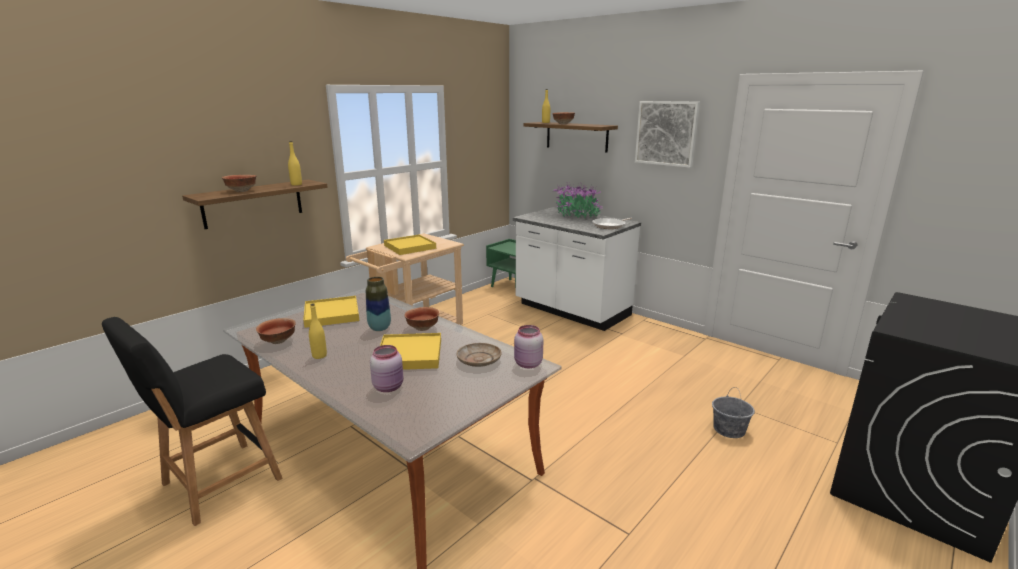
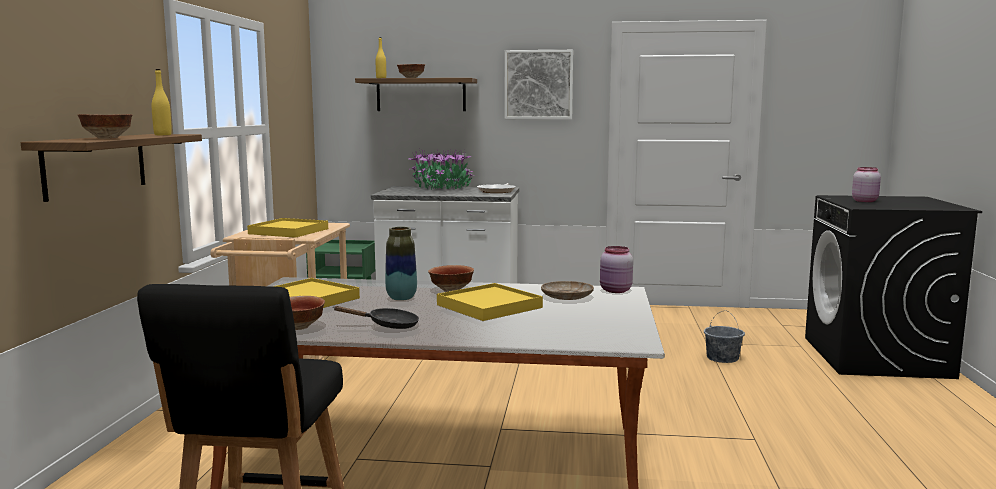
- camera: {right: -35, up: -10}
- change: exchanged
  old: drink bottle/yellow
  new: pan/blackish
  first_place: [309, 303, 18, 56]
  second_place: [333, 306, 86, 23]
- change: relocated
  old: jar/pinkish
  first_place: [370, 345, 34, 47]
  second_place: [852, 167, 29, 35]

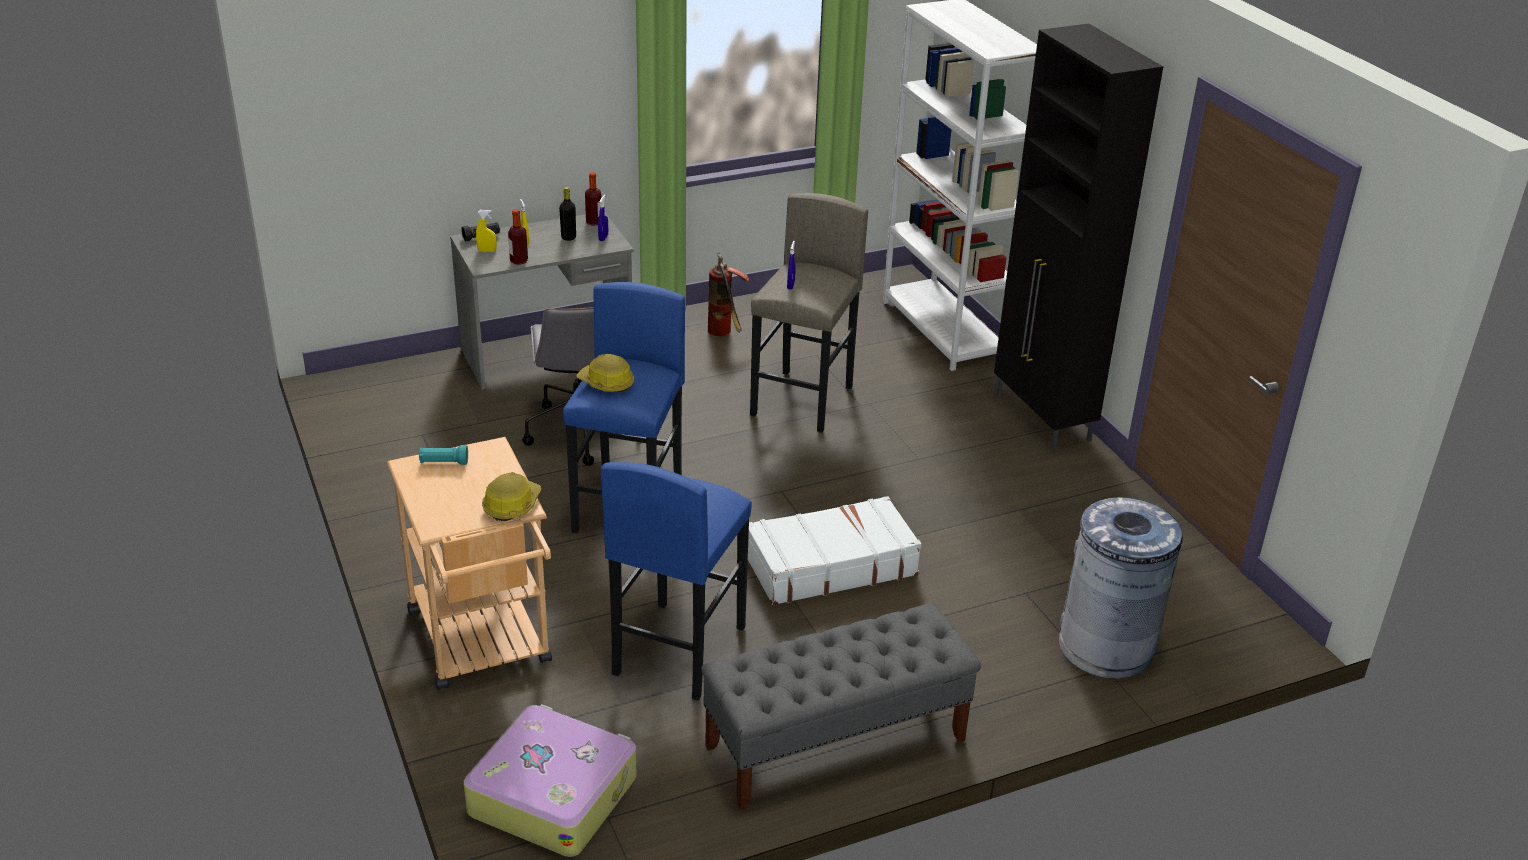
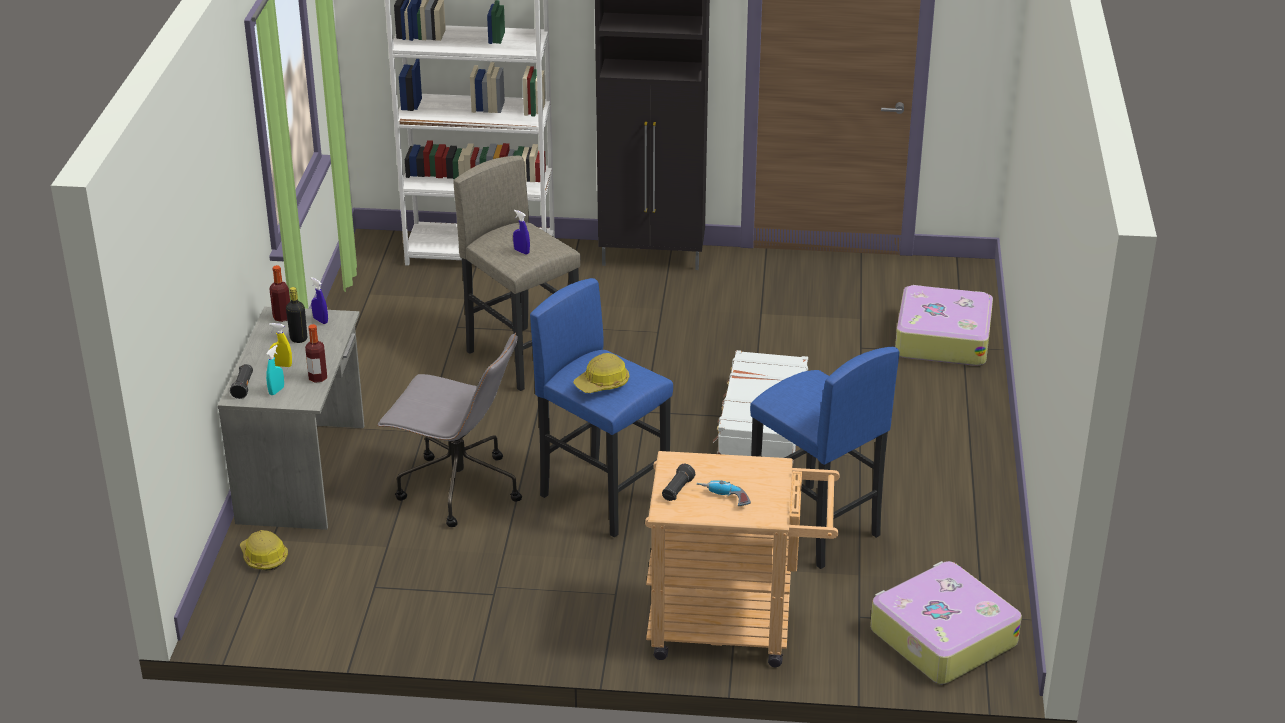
- camera: {right: -60, up: 0}
- change: colour
  old: torch/blue-green
  new: torch/blackish
  first_place: [419, 445, 49, 20]
  second_place: [662, 464, 33, 37]
- change: colour
  old: spray bottle/yellow
  new: spray bottle/blue-green
  first_place: [476, 210, 21, 42]
  second_place: [266, 345, 18, 50]
- change: relocated
  old: hard hat
  first_place: [482, 472, 59, 49]
  second_place: [240, 530, 48, 41]
- change: missing
  old: bench/gray
  first_place: [701, 603, 280, 207]
- change: missing
  old: extinguisher
  first_place: [708, 252, 41, 84]
- change: exchanged
  old: waste bin/gray
  new: suitcase
  first_place: [1059, 497, 124, 182]
  second_place: [895, 285, 98, 81]
- change: appeared
  new: electric drill
  second_place: [697, 480, 54, 26]

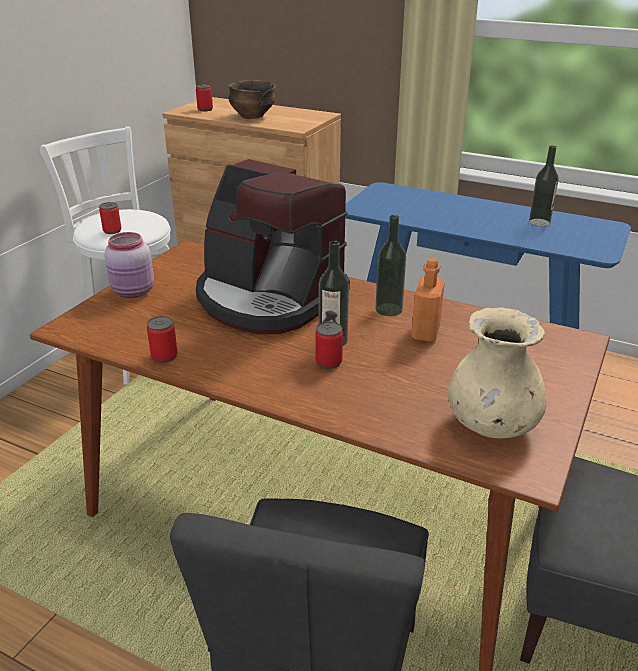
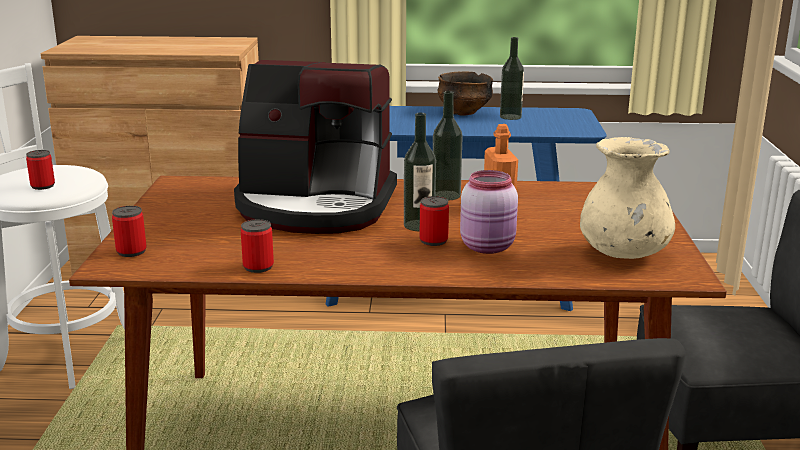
- camera: {right: -25, up: -10}
- change: relocated
  old: jar/pinkish
  first_place: [104, 232, 50, 66]
  second_place: [460, 170, 58, 84]
- change: relocated
  old: metal can
  first_place: [196, 84, 17, 27]
  second_place: [112, 206, 35, 51]
- change: relocated
  old: deep dish
  first_place: [228, 80, 48, 39]
  second_place: [437, 71, 56, 44]

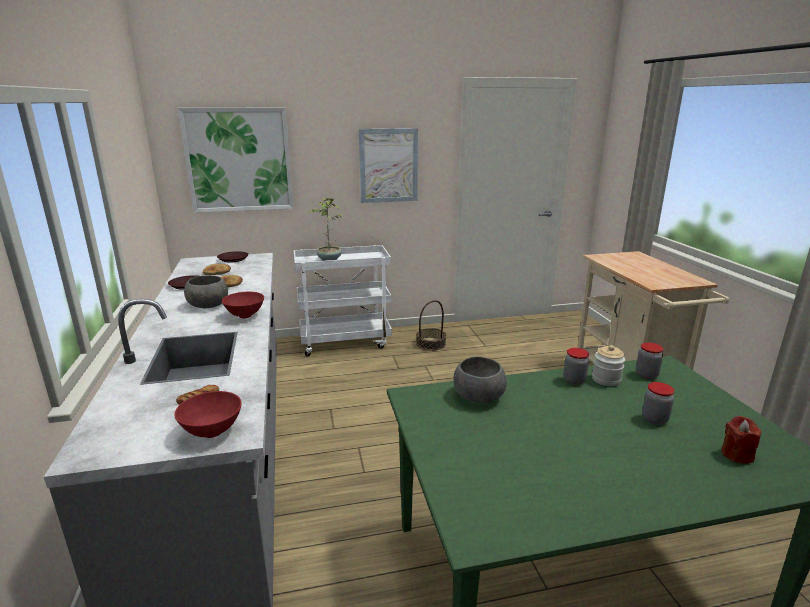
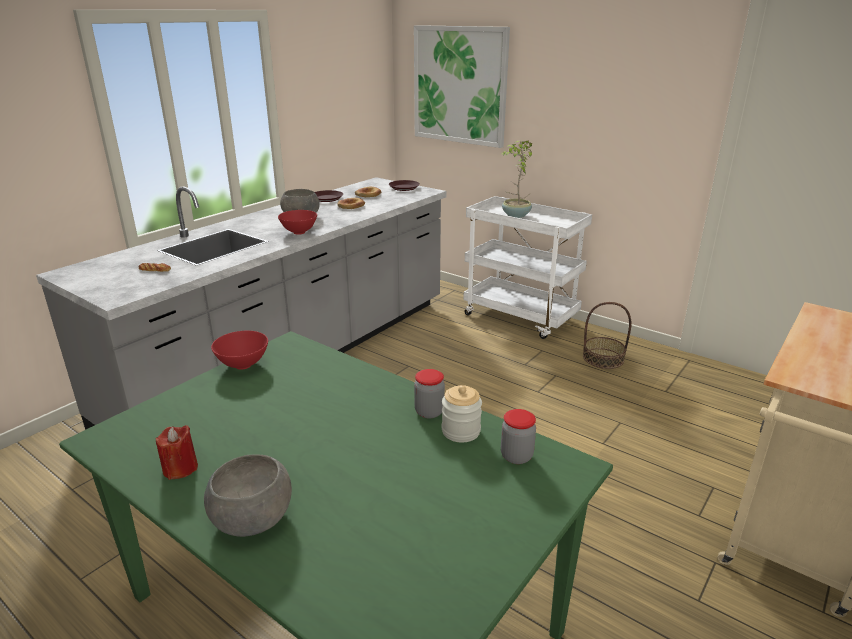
- camera: {right: 50, up: 5}
- change: relocated
  old: deep dish/red
  first_place: [174, 391, 68, 47]
  second_place: [211, 331, 57, 39]
- change: missing
  old: picture
  first_place: [359, 128, 59, 75]
- change: relocated
  old: deep dish/gray
  first_place: [454, 357, 53, 46]
  second_place: [204, 454, 88, 83]
- change: missing
  old: jar
  first_place: [642, 382, 33, 43]
- change: relocated
  old: candle/red
  first_place: [721, 416, 40, 48]
  second_place: [156, 425, 42, 55]

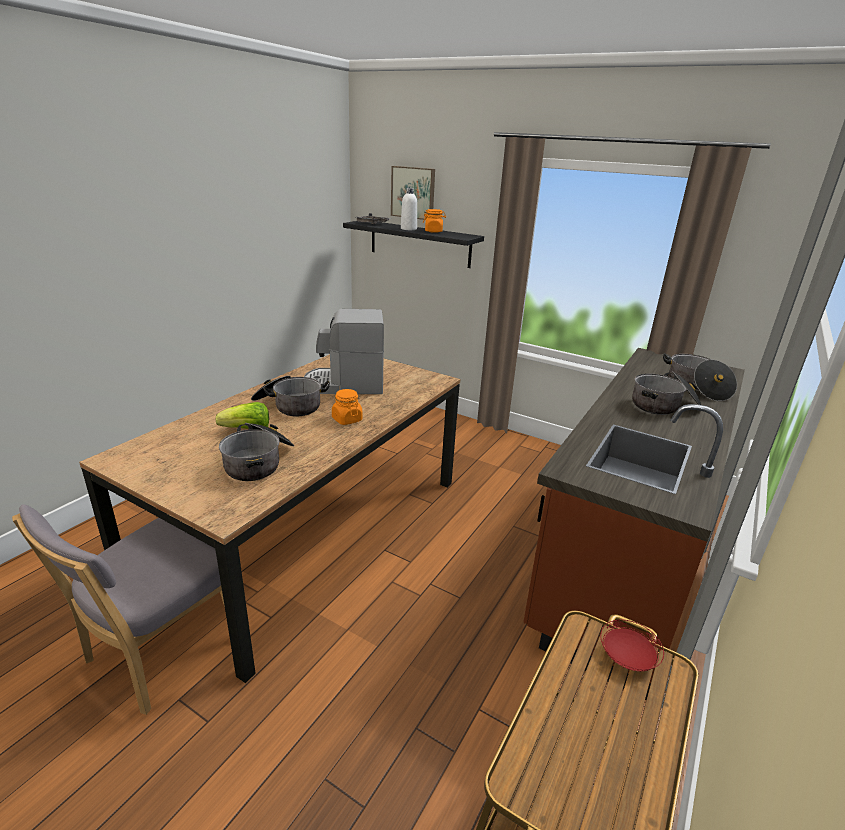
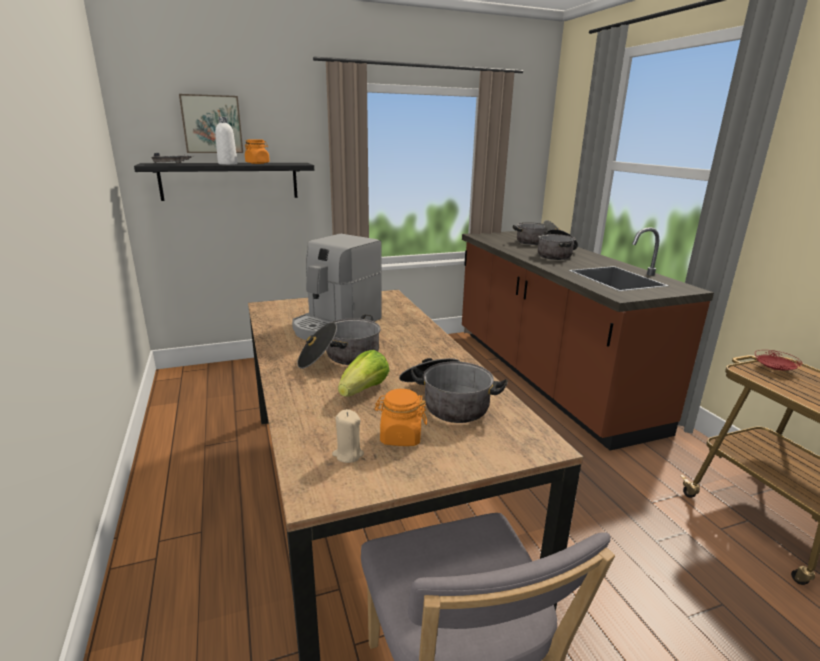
- camera: {right: -50, up: -5}
- change: relocated
  old: jar/orange
  first_place: [332, 389, 31, 36]
  second_place: [374, 389, 53, 57]
- change: appeared
  new: candle/beige-coloured
  second_place: [332, 409, 32, 54]

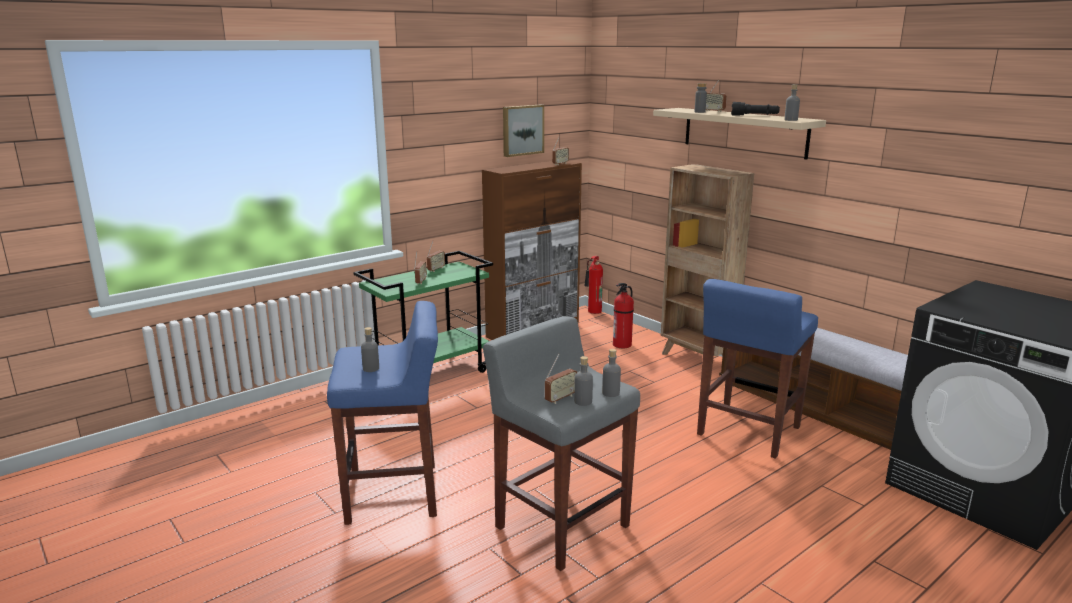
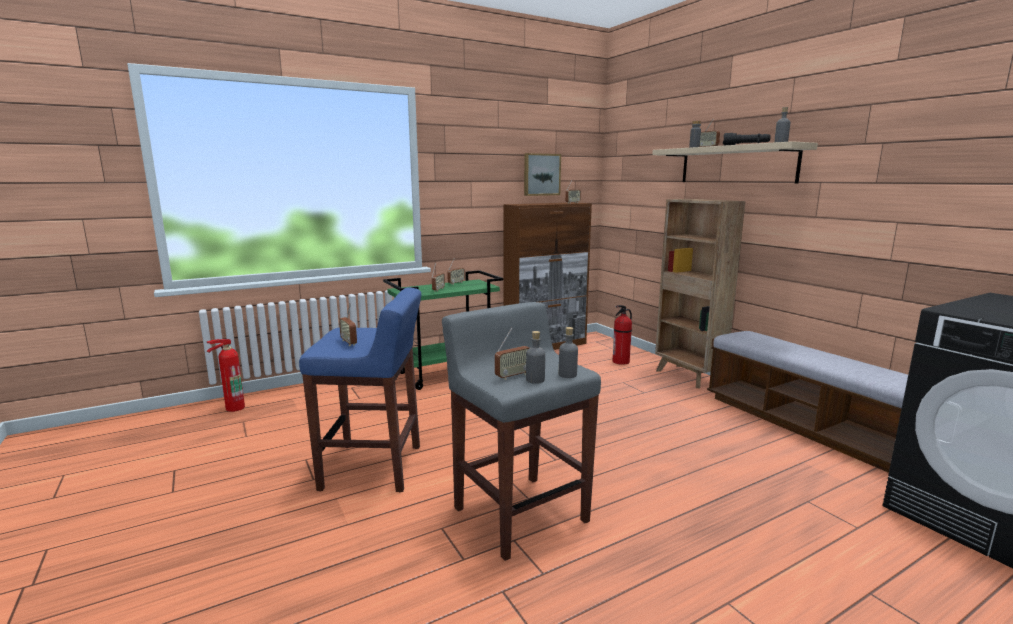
- camera: {right: 10, up: -5}
- change: exchanged
  old: drink bottle/gray
  new: radio receiver
  first_place: [361, 327, 18, 45]
  second_place: [339, 303, 18, 43]
- change: relocated
  old: extinguisher
  first_place: [584, 256, 19, 58]
  second_place: [207, 339, 38, 73]
- change: missing
  old: stool seat/blue-coloured
  first_place: [697, 279, 121, 180]

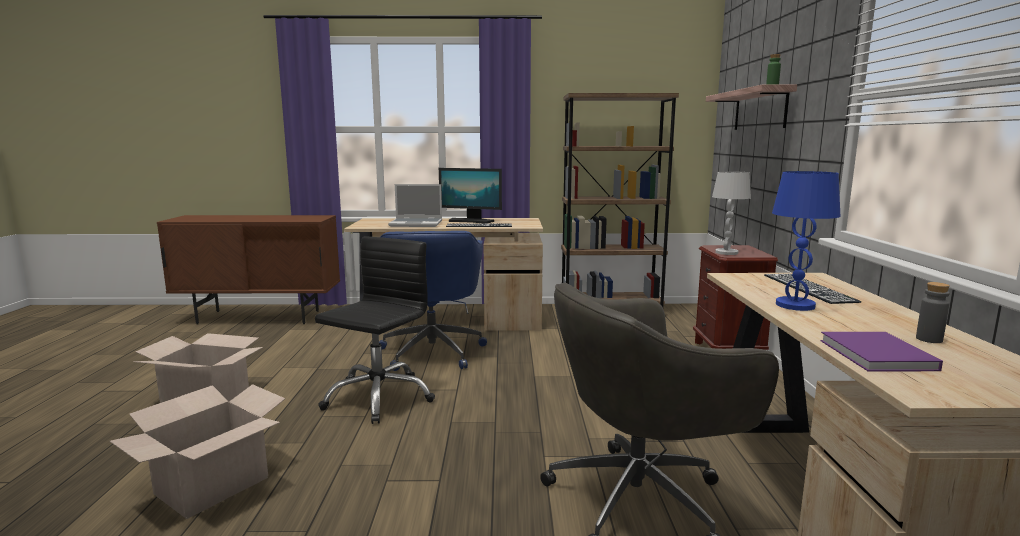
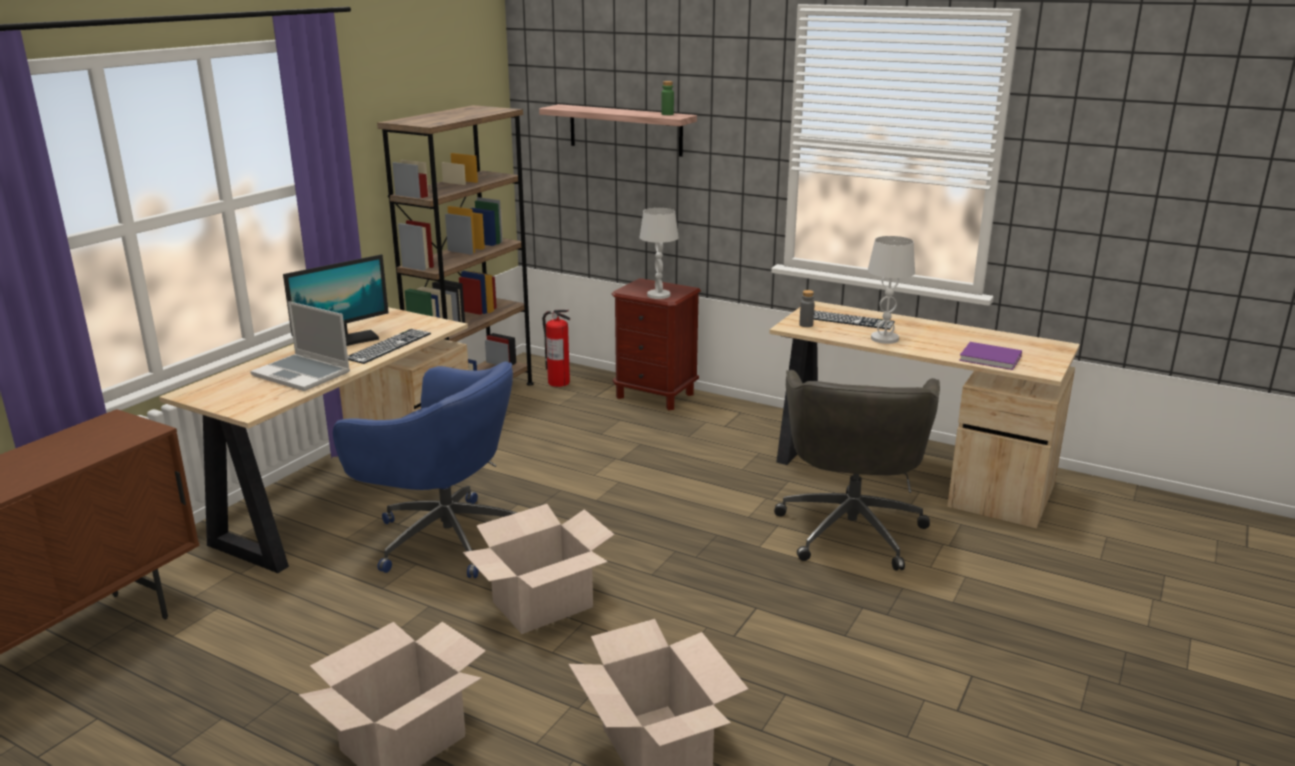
- camera: {right: -60, up: 10}
- change: exchanged
  old: office chair/blackish
  new: cardboard box
  first_place: [315, 237, 120, 187]
  second_place: [463, 504, 152, 130]
- change: spun
  old: laptop
  first_place: [388, 184, 54, 43]
  second_place: [250, 301, 100, 90]
  degrees: 90
- change: colour
  old: tabletop lamp/blue-coloured
  new: tabletop lamp/white-coloured
  first_place: [772, 171, 68, 140]
  second_place: [868, 236, 47, 108]
- change: relocated
  old: drink bottle/gray
  first_place: [916, 282, 34, 61]
  second_place: [799, 290, 16, 37]
- change: appeared
  new: extinguisher
  second_place: [542, 310, 28, 77]

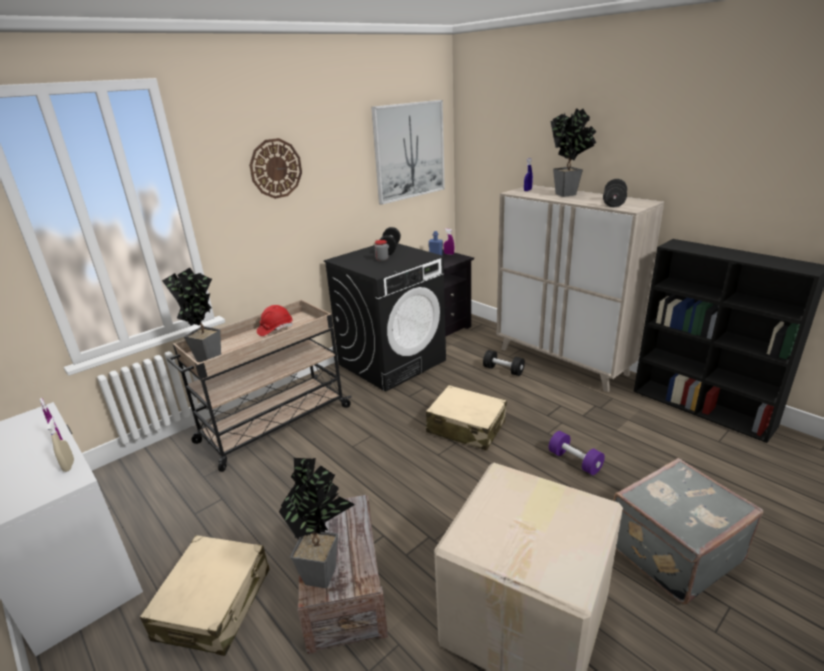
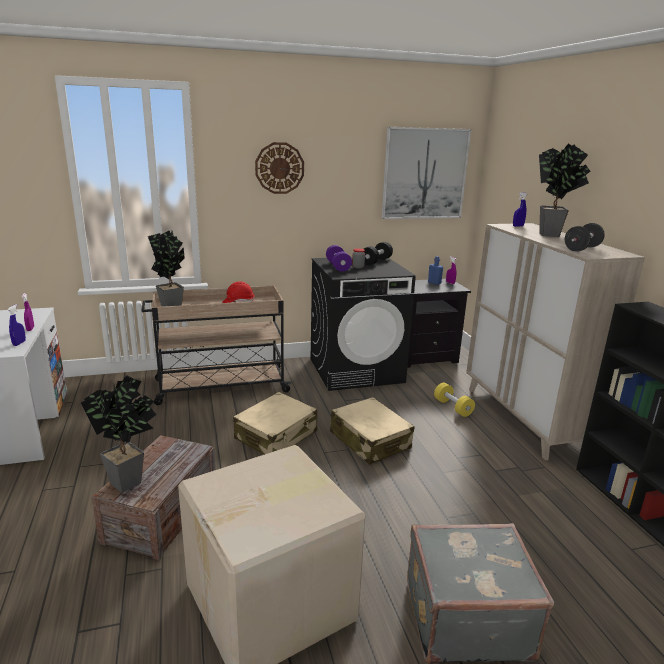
- camera: {right: 25, up: -5}
- change: colour
  old: spray bottle/beige-coloured
  new: spray bottle/blue-coloured
  first_place: [47, 418, 27, 54]
  second_place: [8, 304, 18, 42]
- change: relocated
  old: suitcase/beige-coloured
  first_place: [140, 535, 129, 121]
  second_place: [233, 392, 84, 63]
- change: colour
  old: free weight/blackish
  new: free weight/yellow
  first_place: [483, 350, 42, 26]
  second_place: [434, 383, 41, 34]
- change: relocated
  old: free weight/purple
  first_place: [549, 431, 56, 44]
  second_place: [326, 245, 26, 27]

